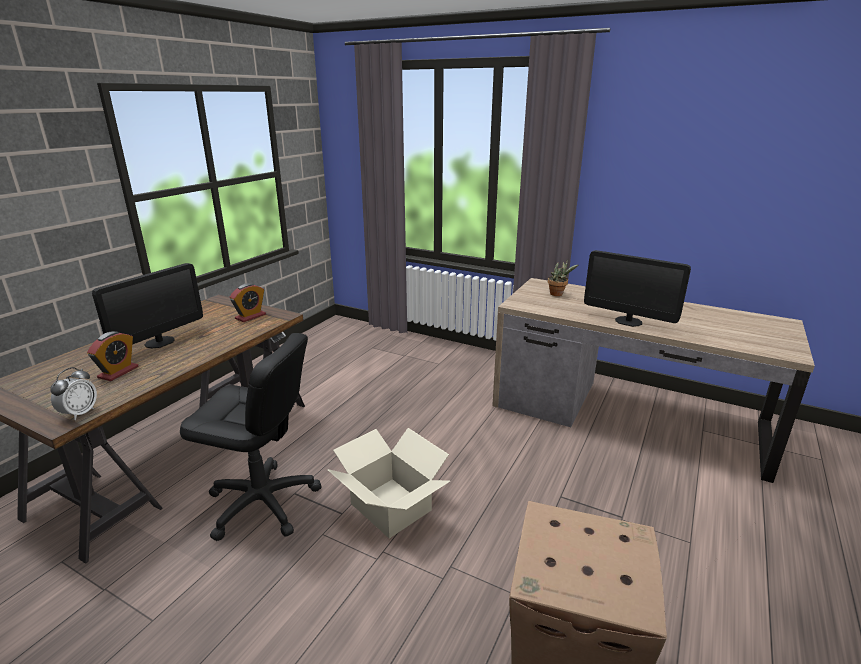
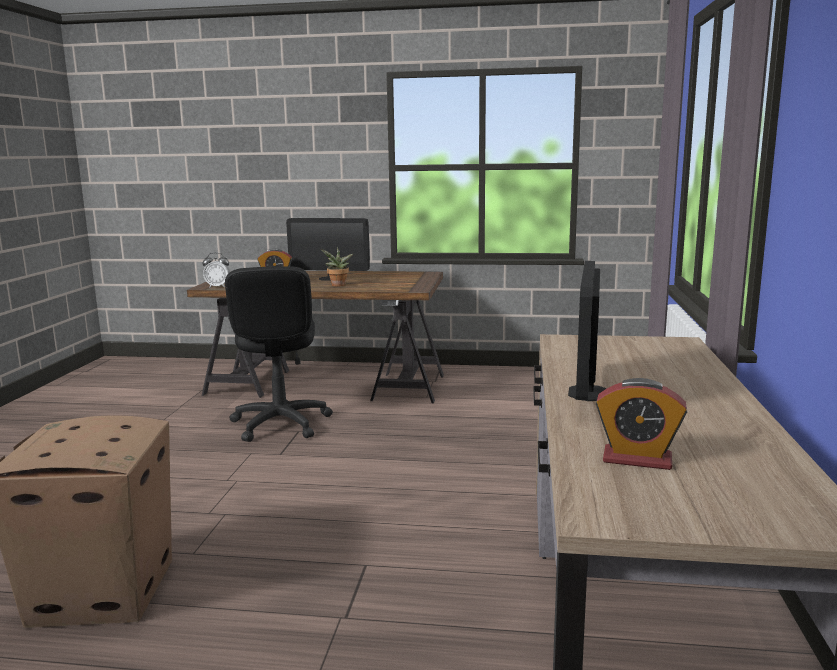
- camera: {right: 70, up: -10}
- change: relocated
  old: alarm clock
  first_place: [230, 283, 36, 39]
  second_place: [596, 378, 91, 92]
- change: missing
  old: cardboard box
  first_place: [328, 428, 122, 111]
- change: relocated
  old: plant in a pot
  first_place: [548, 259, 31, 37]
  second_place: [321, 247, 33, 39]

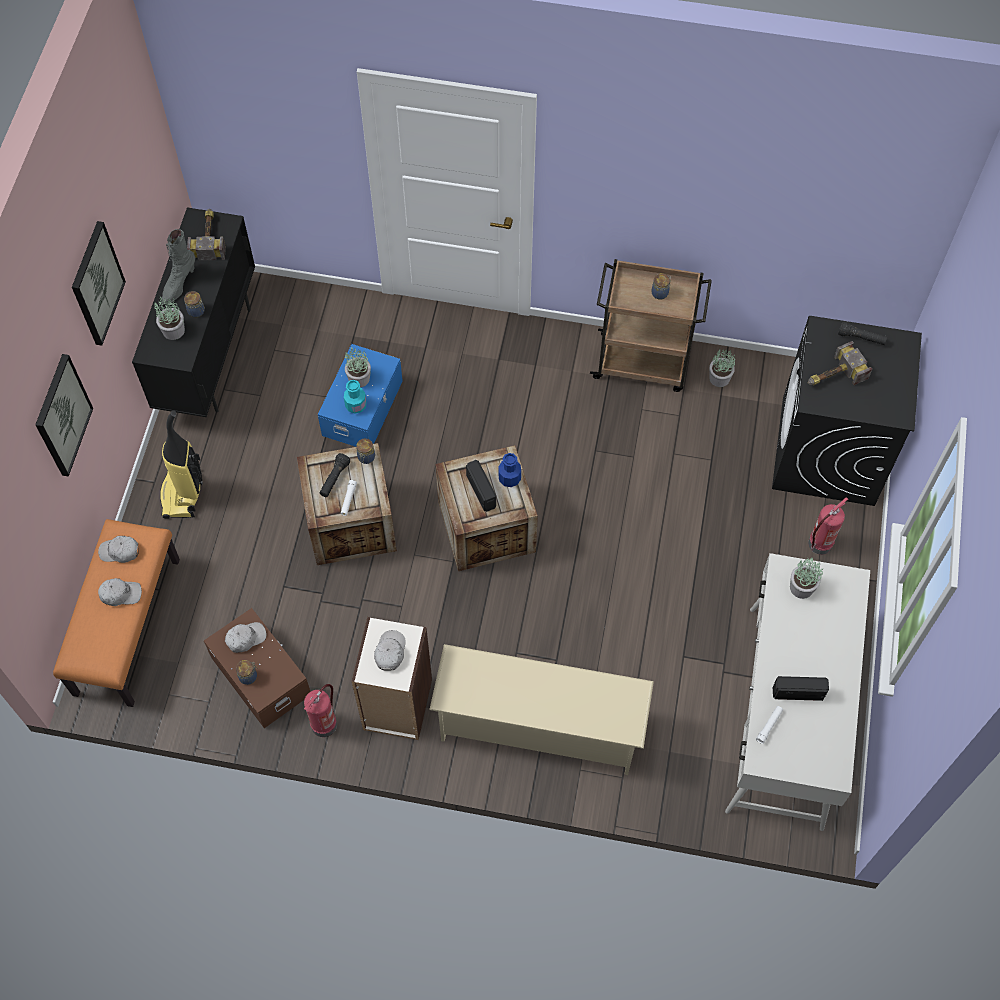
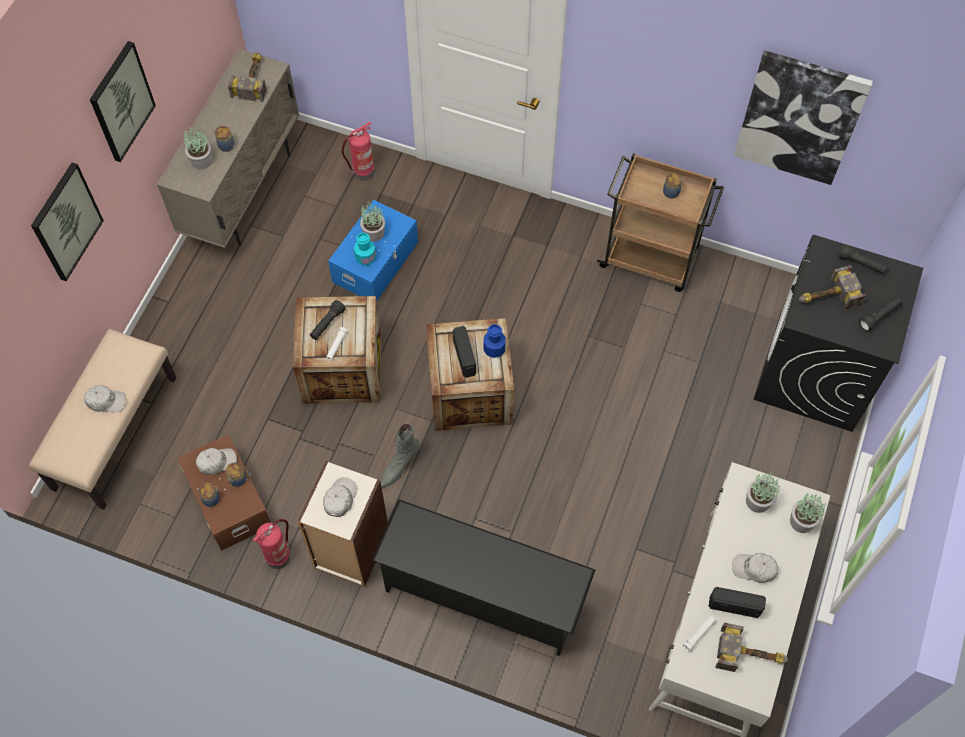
- camera: {right: 10, up: 0}
- change: colour
  old: bench/orange
  new: bench/beige-coloured
  first_place: [53, 519, 127, 188]
  second_place: [29, 329, 147, 181]
- change: relocated
  old: baseball cap/white-coloured
  first_place: [98, 536, 41, 27]
  second_place: [732, 553, 46, 30]
- change: colour
  old: cabinet/blackish
  new: cabinet/beige-coloured
  first_place: [132, 207, 123, 210]
  second_place: [157, 49, 142, 199]
- change: missing
  old: vacuum cleaner
  first_place: [160, 411, 43, 108]
- change: relocated
  old: tall boot/gray
  first_place: [161, 229, 34, 76]
  second_place: [381, 423, 38, 65]
- change: relocated
  old: jar
  first_place: [356, 438, 19, 26]
  second_place: [226, 463, 20, 24]
- change: colour
  old: shoe stand/beige-coloured
  new: shoe stand/blackish
  first_place: [429, 644, 225, 131]
  second_place: [372, 499, 223, 157]
- change: relocated
  old: plant in a pot
  first_place: [709, 349, 26, 38]
  second_place: [790, 493, 36, 40]
- change: relocated
  old: extinguisher
  first_place: [808, 497, 40, 58]
  second_place: [342, 122, 33, 59]
- change: appeared
  new: tool hammer
  second_place: [715, 622, 74, 50]
- change: appeared
  new: picture
  second_place: [734, 50, 139, 135]
- change: appeared
  new: torch/blackish
  second_place: [859, 297, 43, 35]

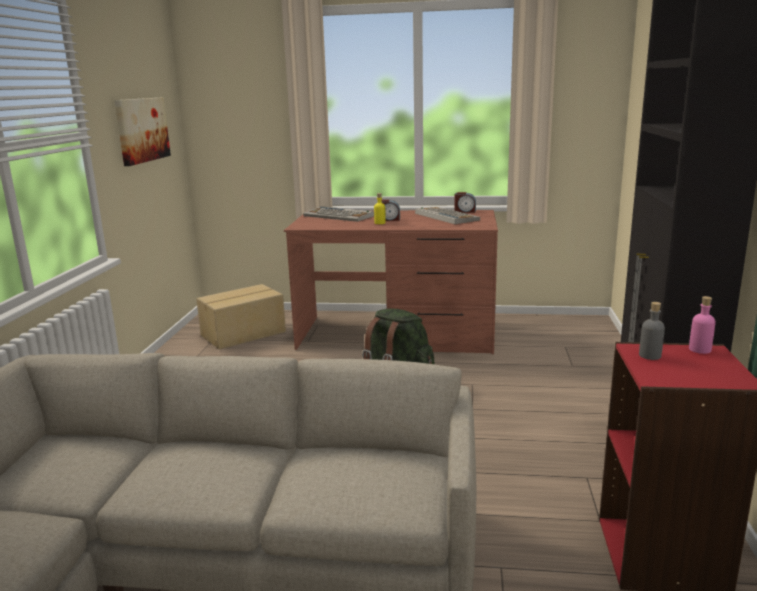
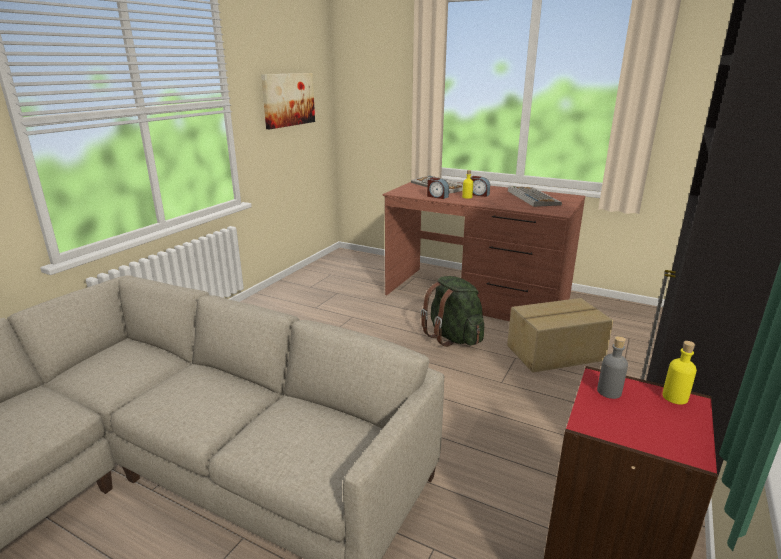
- camera: {right: 20, up: 5}
- change: relocated
  old: cardboard box
  first_place: [196, 284, 90, 65]
  second_place: [507, 298, 106, 75]
- change: relocated
  old: alarm clock
  first_place: [454, 192, 22, 21]
  second_place: [427, 177, 22, 22]
- change: colour
  old: drink bottle/pinkish
  new: drink bottle/yellow
  first_place: [689, 296, 27, 58]
  second_place: [662, 341, 35, 64]

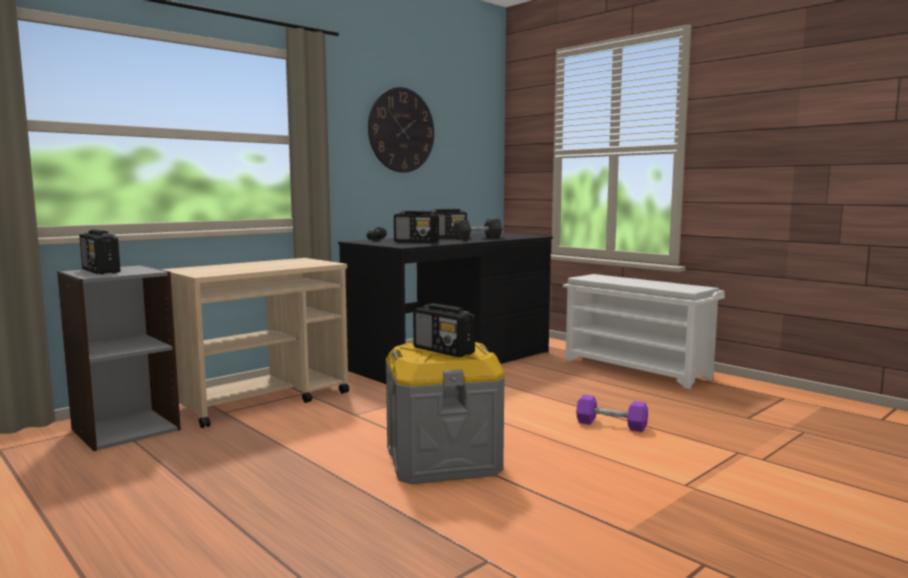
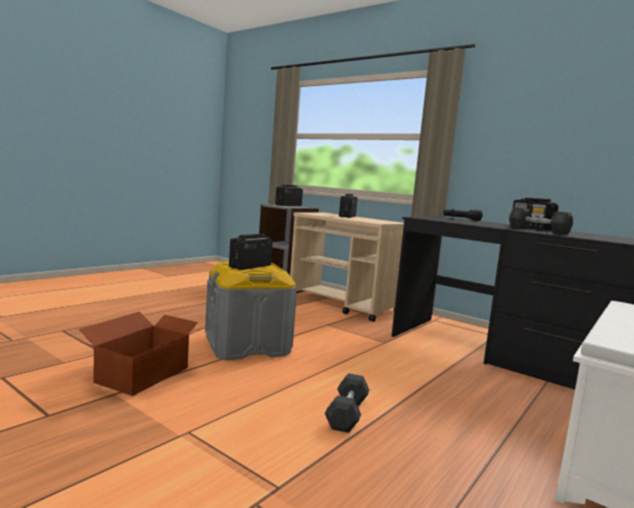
- camera: {right: 80, up: 0}
- change: missing
  old: wall clock
  first_place: [368, 87, 66, 86]
- change: relocated
  old: radio receiver
  first_place: [394, 211, 45, 32]
  second_place: [339, 194, 19, 24]
- change: colour
  old: free weight/purple
  new: free weight/gray
  first_place: [576, 395, 72, 37]
  second_place: [325, 373, 44, 60]
- change: appeared
  new: cardboard box
  second_place: [79, 311, 124, 85]

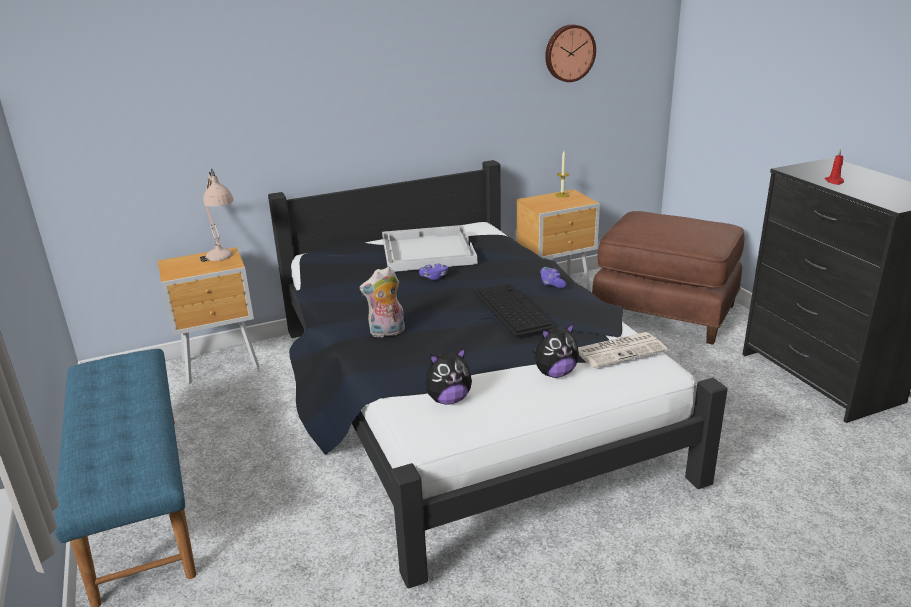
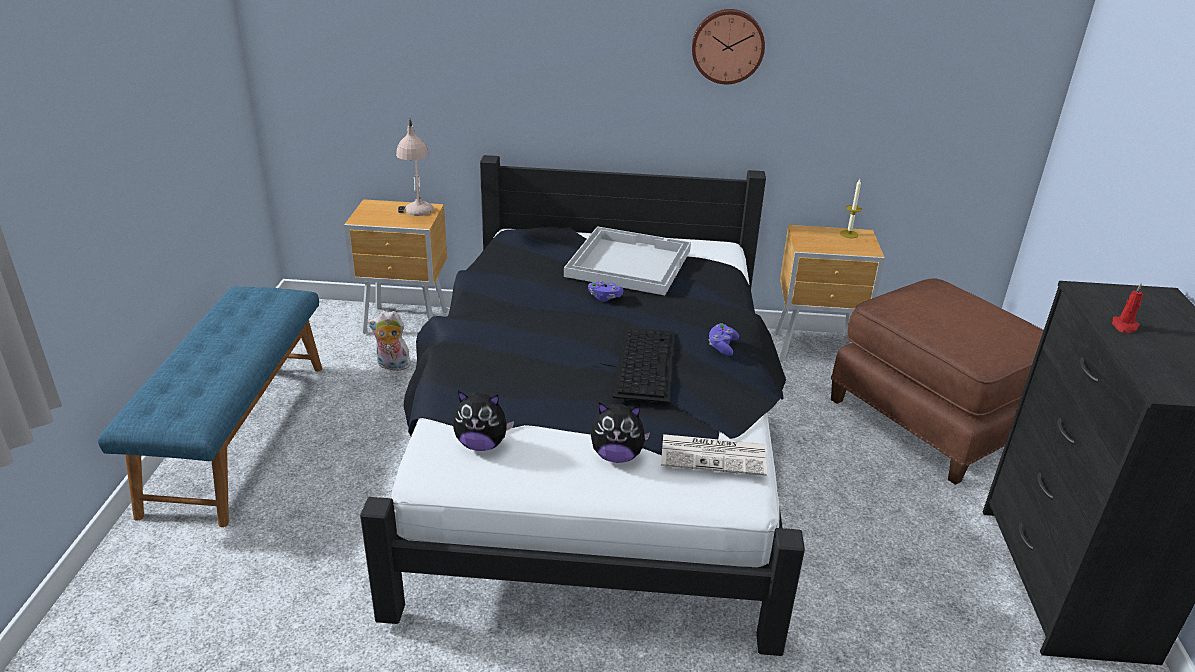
- camera: {right: 25, up: 5}
- change: relocated
  old: cuddly toy
  first_place: [359, 267, 46, 71]
  second_place: [368, 311, 43, 60]
- change: relocated
  old: wall clock
  first_place: [545, 25, 51, 57]
  second_place: [692, 9, 73, 75]

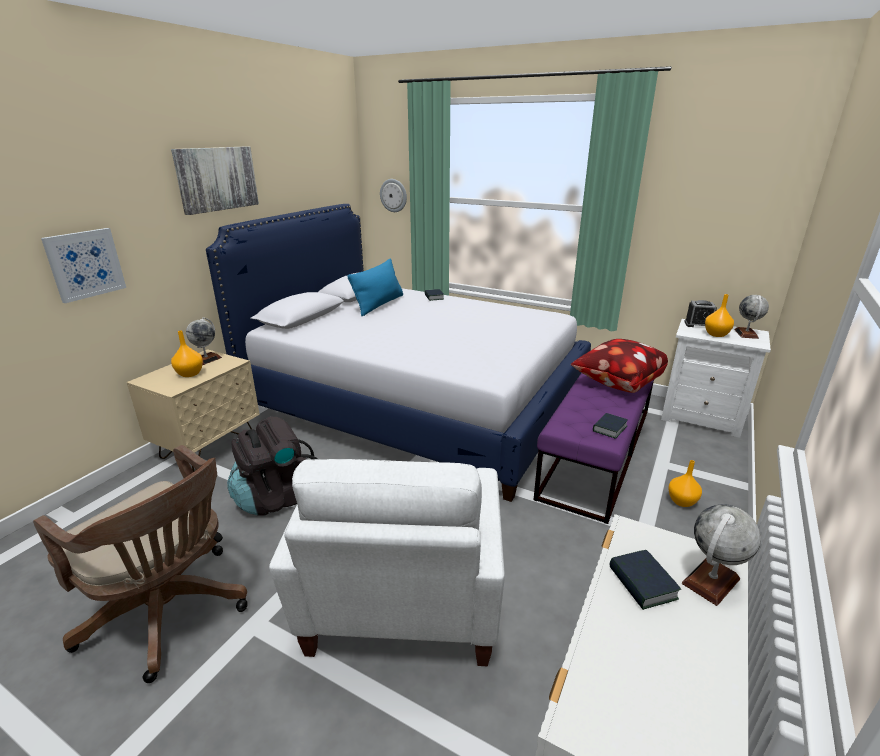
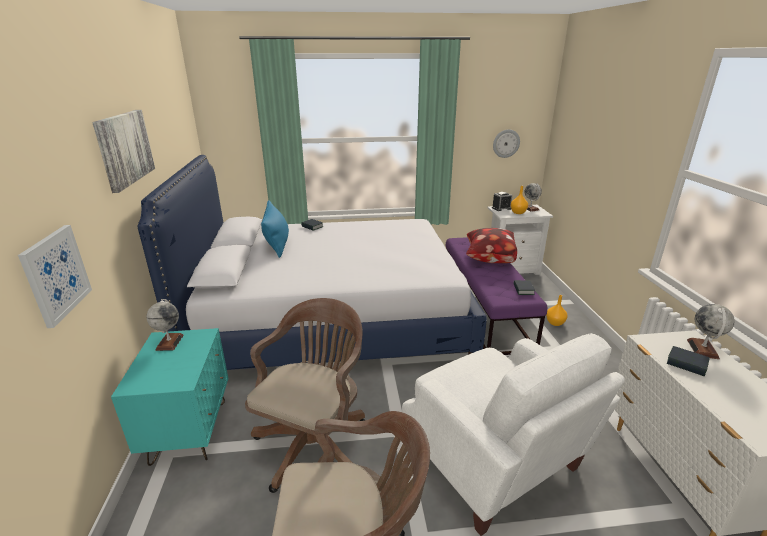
- camera: {right: -35, up: 0}
- change: colour
  old: bedside table/beige-coloured
  new: bedside table/blue-green
  first_place: [127, 349, 133, 123]
  second_place: [111, 328, 117, 138]
- change: missing
  old: vase/orange
  first_place: [171, 331, 32, 46]
- change: exchanged
  old: rucksack/blackish
  new: office chair/brown-coloured
  first_place: [227, 416, 91, 100]
  second_place: [245, 298, 120, 195]
- change: relocated
  old: wall clock
  first_place: [380, 179, 27, 33]
  second_place: [493, 129, 27, 29]

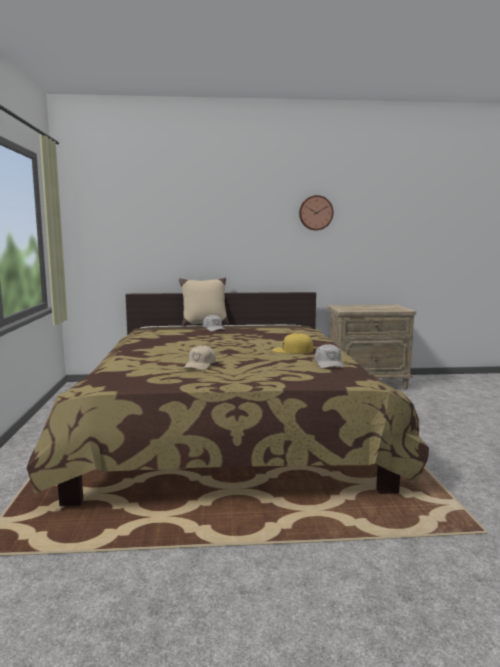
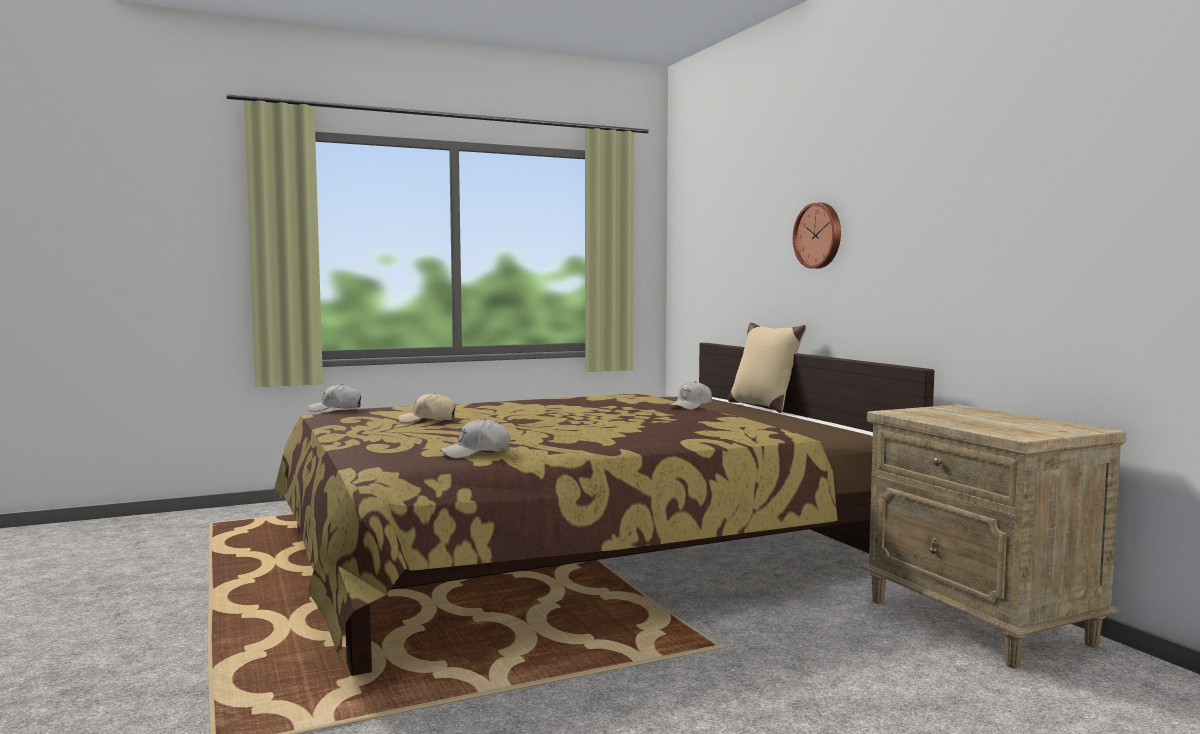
- camera: {right: 70, up: -5}
- change: missing
  old: baseball cap/yellow
  first_place: [273, 333, 40, 21]
- change: relocated
  old: wall clock
  first_place: [299, 195, 35, 35]
  second_place: [793, 202, 48, 67]
- change: appeared
  new: baseball cap/white-coloured
  second_place: [308, 384, 53, 28]

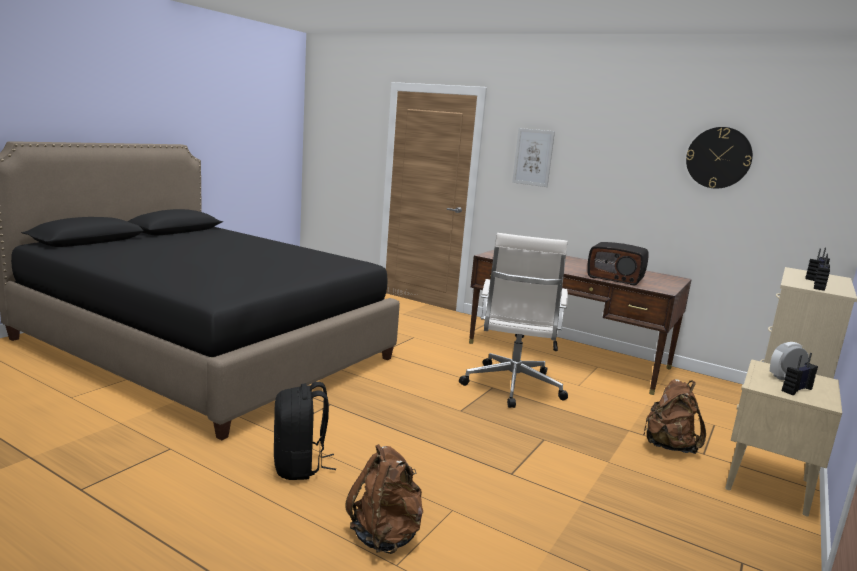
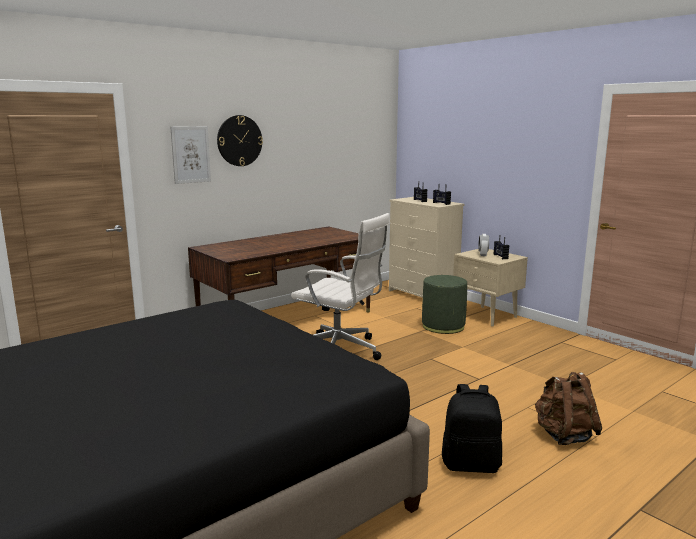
- camera: {right: -70, up: 0}
- change: missing
  old: radio receiver
  first_place: [587, 242, 62, 44]
- change: exchanged
  old: rucksack/brown-coloured
  new: footrest/greenish
  first_place: [643, 379, 63, 75]
  second_place: [422, 275, 45, 59]
- change: relocated
  old: wall clock
  first_place: [686, 127, 67, 62]
  second_place: [217, 115, 46, 51]

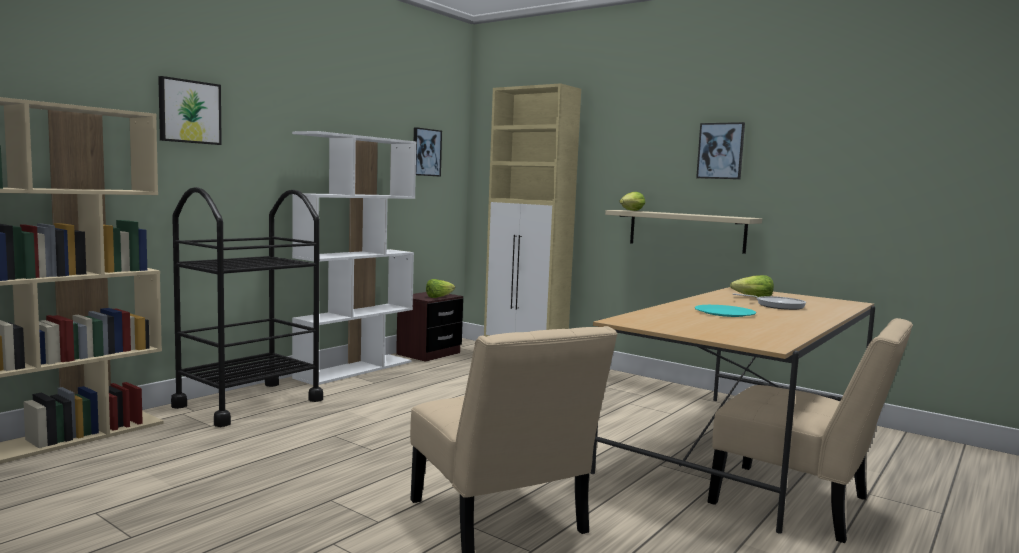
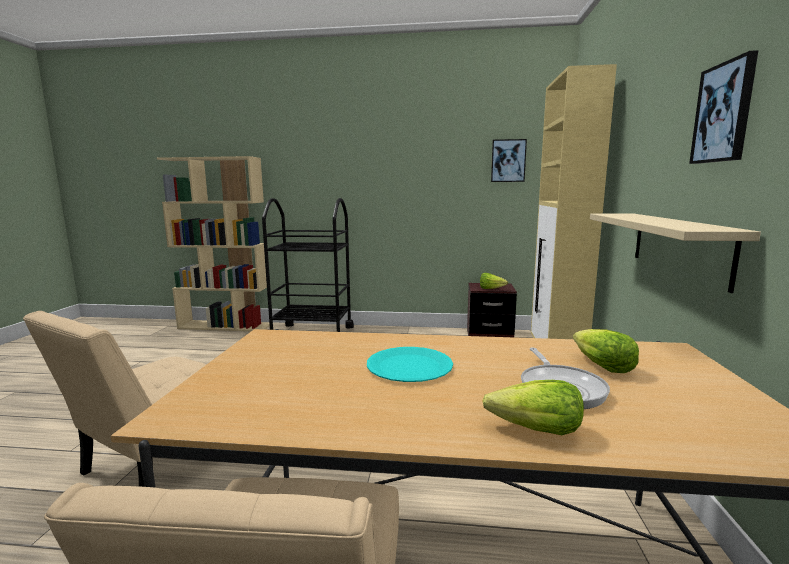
- camera: {right: 60, up: 5}
- change: missing
  old: picture
  first_place: [158, 76, 64, 69]
- change: missing
  old: bookcase/white-coloured
  first_place: [292, 131, 125, 254]
- change: relocated
  old: lettuce head
  first_place: [620, 192, 25, 19]
  second_place: [482, 380, 102, 55]

